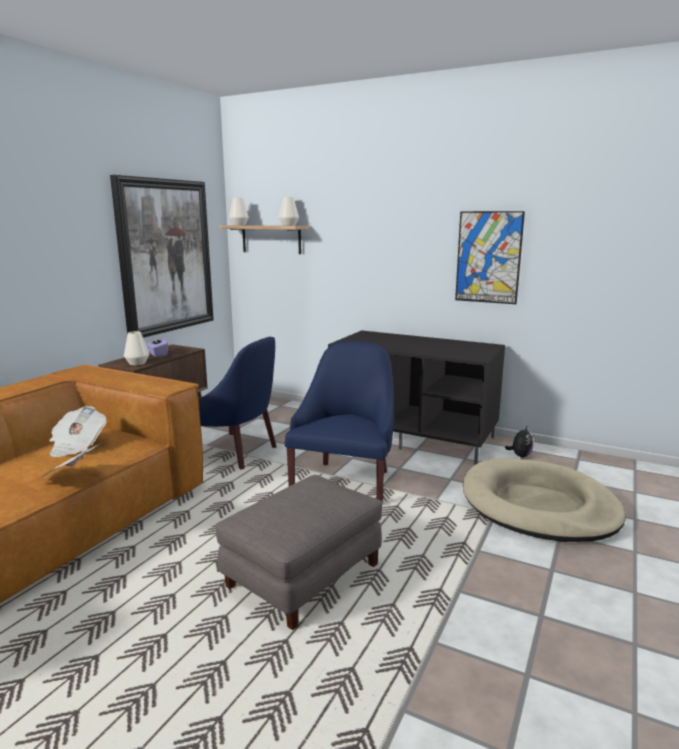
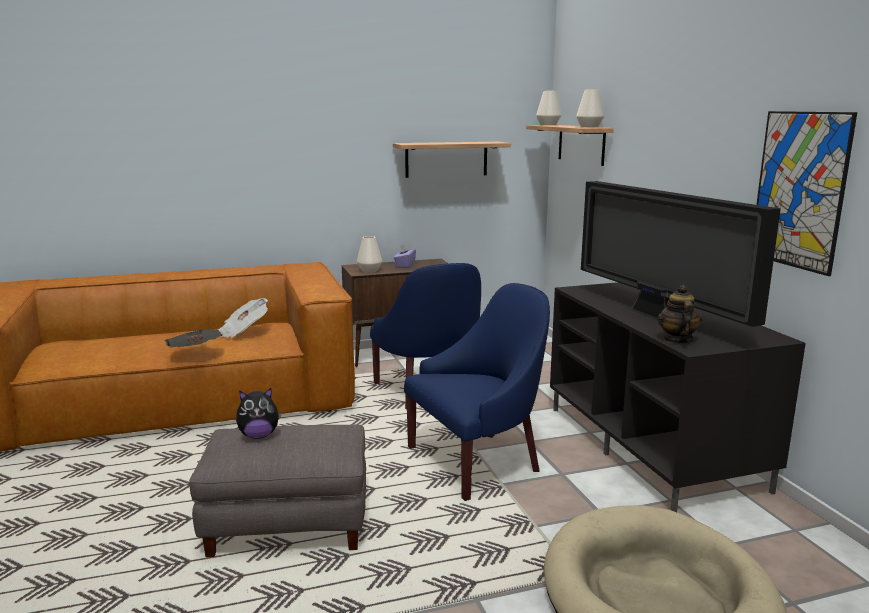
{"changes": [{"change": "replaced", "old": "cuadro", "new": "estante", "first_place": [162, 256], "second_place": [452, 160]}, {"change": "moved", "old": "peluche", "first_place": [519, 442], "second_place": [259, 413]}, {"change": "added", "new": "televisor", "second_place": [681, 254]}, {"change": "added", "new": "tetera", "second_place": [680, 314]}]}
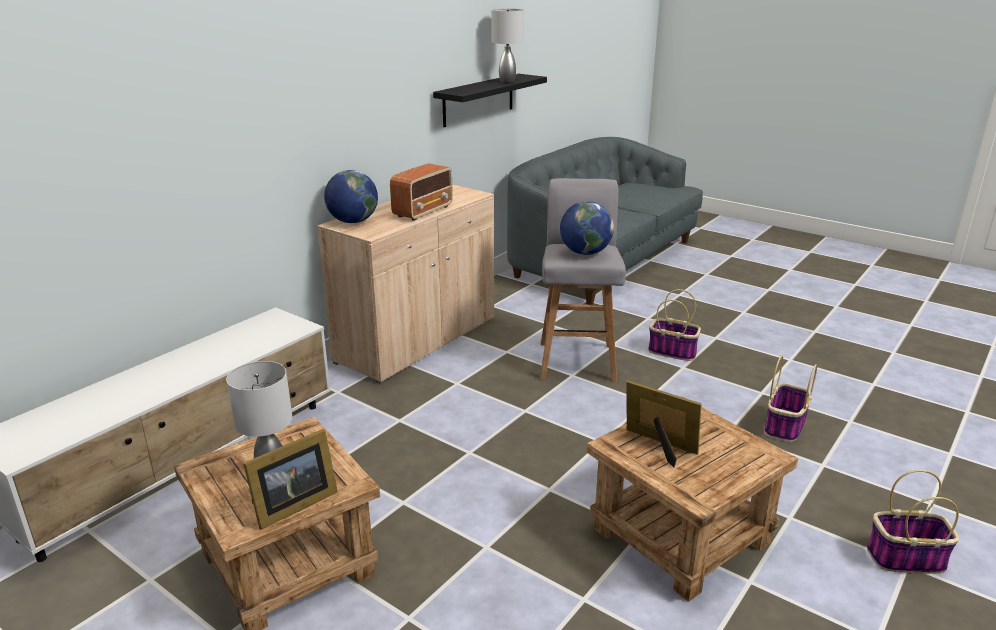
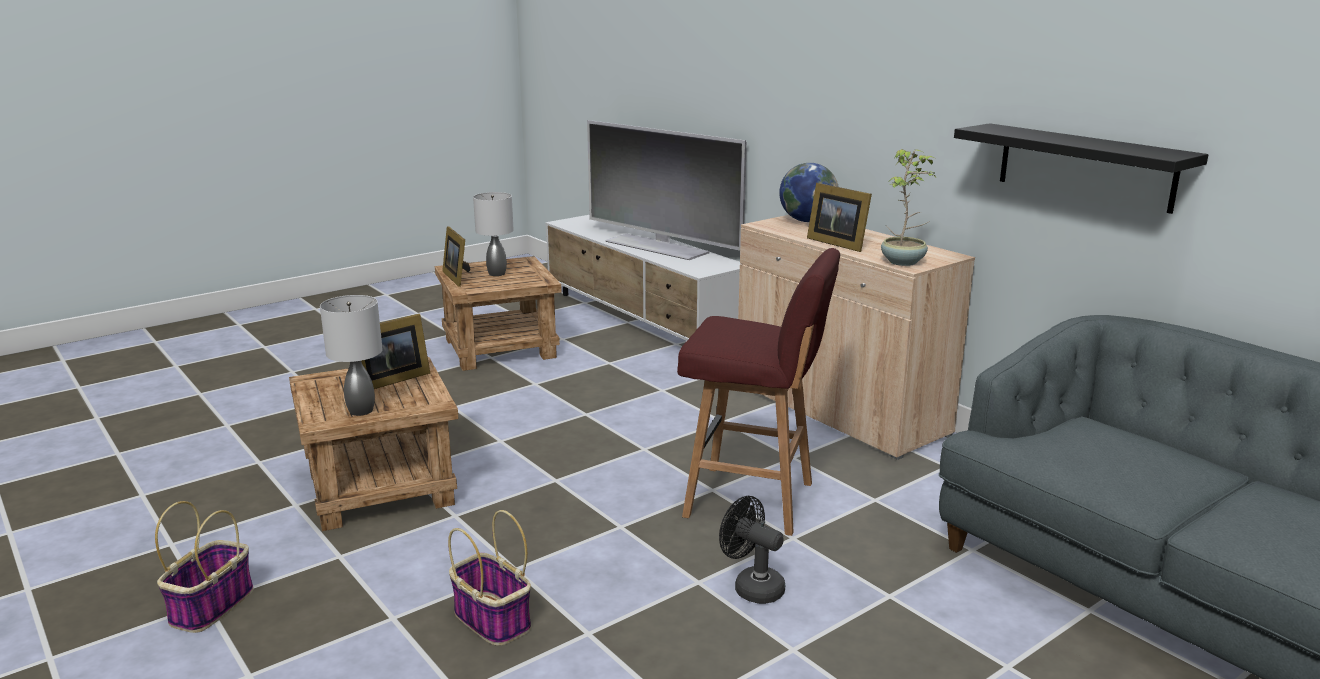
{"changes": [{"change": "moved", "old": "lámpara de mesa (gris)", "first_place": [507, 46], "second_place": [351, 355]}, {"change": "replaced", "old": "radio", "new": "portarretratos", "first_place": [421, 192], "second_place": [839, 217]}, {"change": "recoloured", "old": "taburete (gris)", "new": "taburete (rojo)", "first_place": [583, 279], "second_place": [758, 392]}, {"change": "removed", "old": "globo terráqueo", "first_place": [587, 228]}, {"change": "replaced", "old": "cesta", "new": "ventilador (negro)", "first_place": [674, 325], "second_place": [752, 550]}, {"change": "added", "new": "televisor", "second_place": [667, 190]}, {"change": "added", "new": "planta en maceta", "second_place": [909, 207]}]}
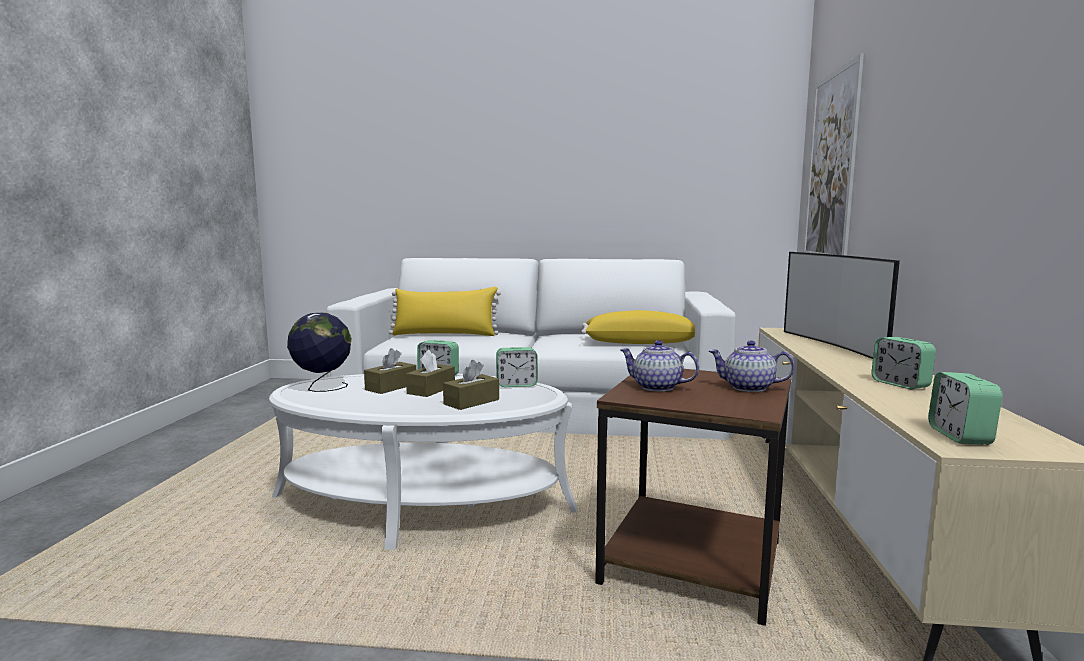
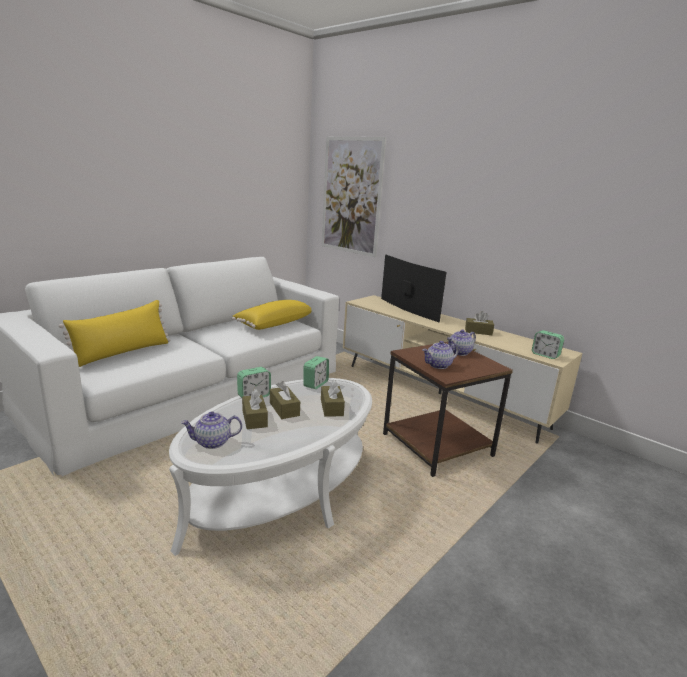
{"changes": [{"change": "turned", "old": "televisor", "first_place": [842, 305], "second_place": [414, 288], "degrees": -150}, {"change": "replaced", "old": "globo terráqueo", "new": "tetera", "first_place": [319, 352], "second_place": [211, 430]}, {"change": "replaced", "old": "despertador", "new": "caja de pañuelos (marrón)", "first_place": [903, 363], "second_place": [479, 323]}]}
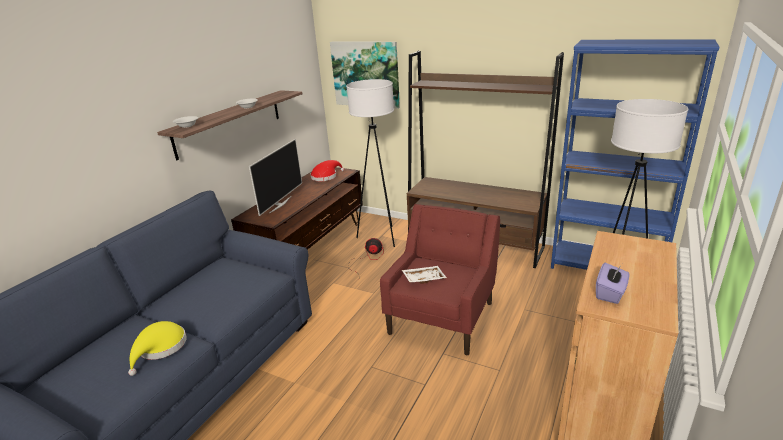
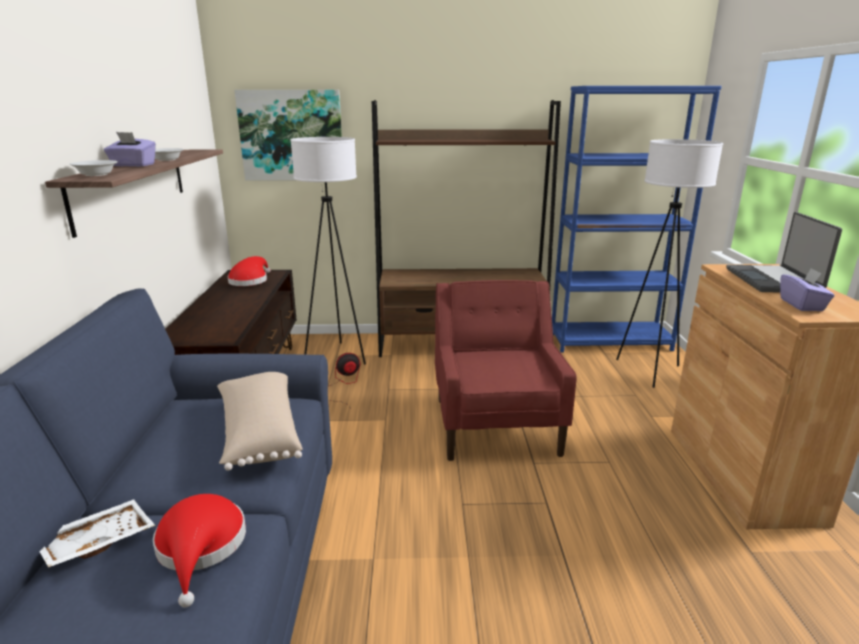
{"changes": [{"change": "removed", "old": "televisor", "first_place": [275, 177]}, {"change": "moved", "old": "bandeja (blanco)", "first_place": [424, 275], "second_place": [97, 534]}, {"change": "recoloured", "old": "sombrero (amarillo)", "new": "sombrero (rojo)", "first_place": [157, 348], "second_place": [199, 551]}, {"change": "added", "new": "caja de pañuelos (morado)", "second_place": [130, 149]}, {"change": "added", "new": "portátil", "second_place": [784, 252]}, {"change": "added", "new": "cojín (beis)", "second_place": [260, 421]}]}
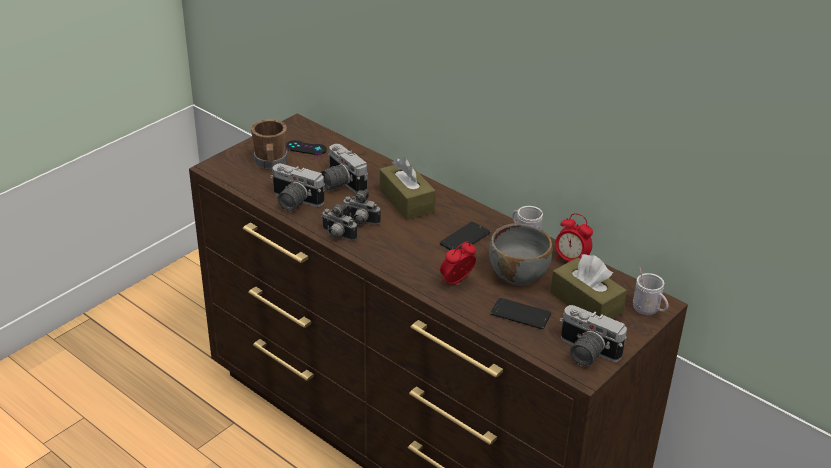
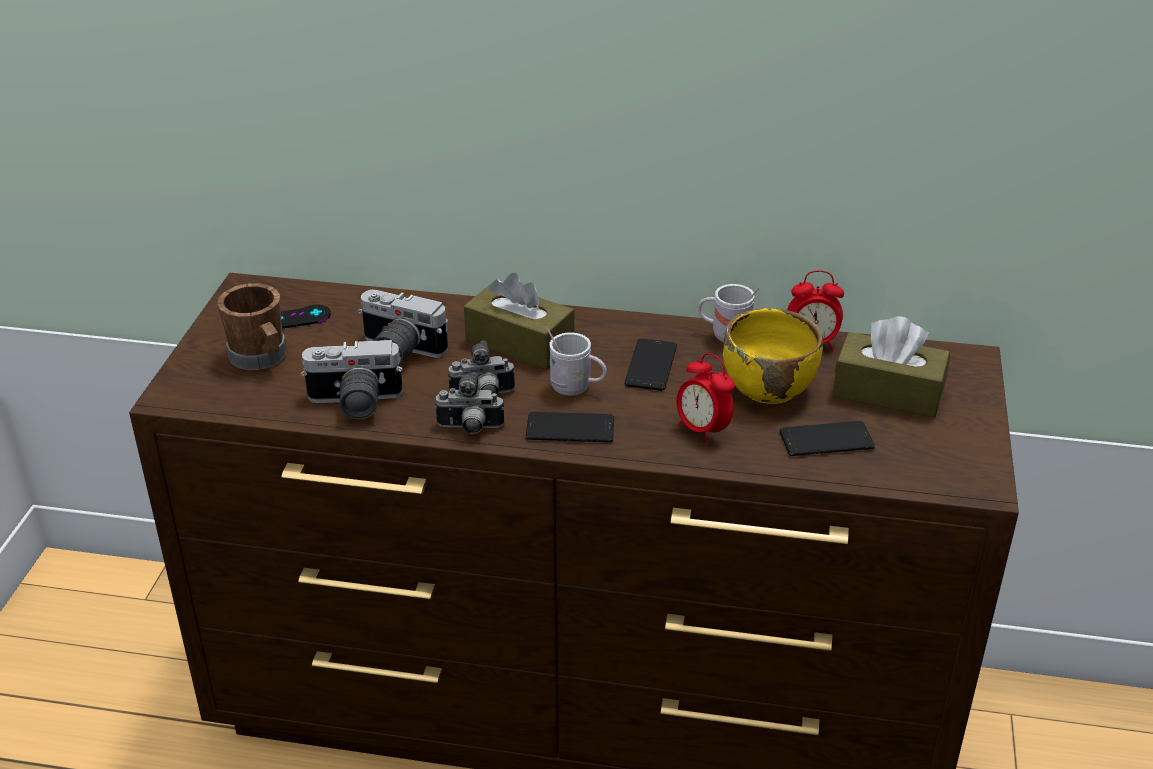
{"changes": [{"change": "recoloured", "old": "cuenco (gris)", "new": "cuenco (amarillo)", "first_place": [521, 254], "second_place": [773, 356]}, {"change": "turned", "old": "despertador", "first_place": [458, 263], "second_place": [705, 399], "degrees": -60}, {"change": "moved", "old": "taza grande (blanco)", "first_place": [651, 290], "second_place": [576, 361]}, {"change": "removed", "old": "cámara", "first_place": [593, 336]}, {"change": "added", "new": "móvil", "second_place": [570, 427]}]}
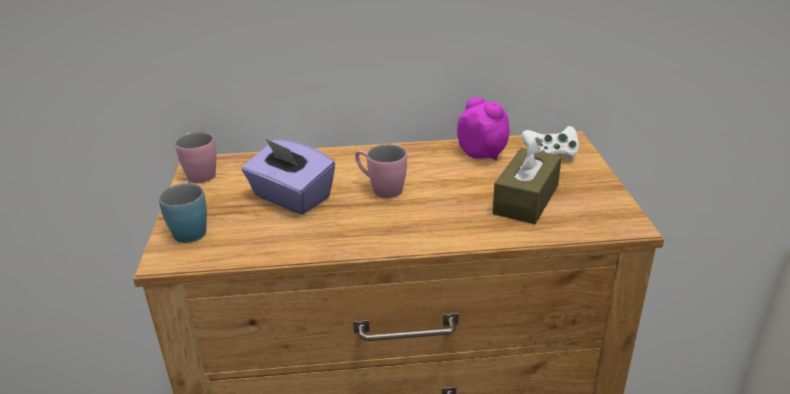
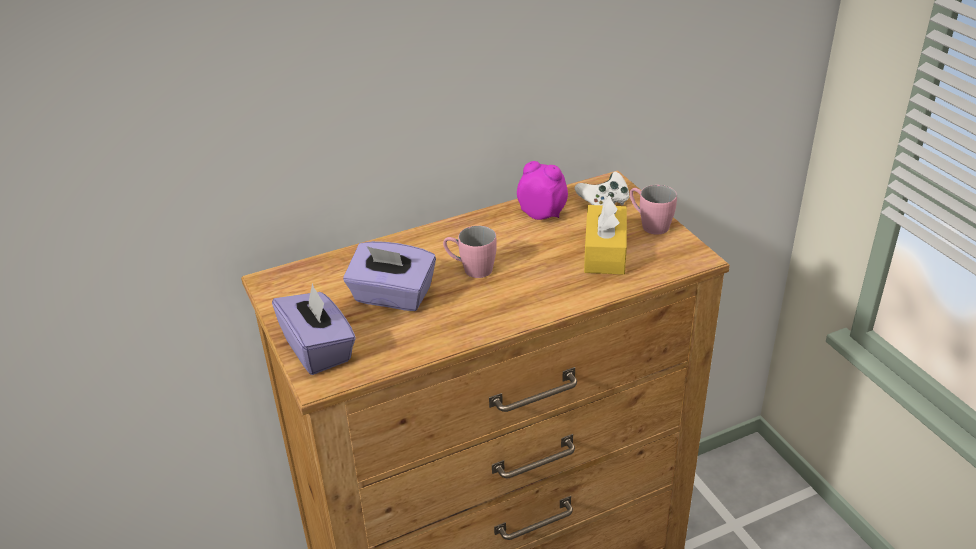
{"changes": [{"change": "moved", "old": "taza grande (rosa)", "first_place": [195, 157], "second_place": [653, 210]}, {"change": "recoloured", "old": "caja de pañuelos (marrón)", "new": "caja de pañuelos (amarillo)", "first_place": [527, 180], "second_place": [605, 235]}, {"change": "replaced", "old": "taza grande (azul)", "new": "caja de pañuelos (morado)", "first_place": [183, 212], "second_place": [314, 329]}]}
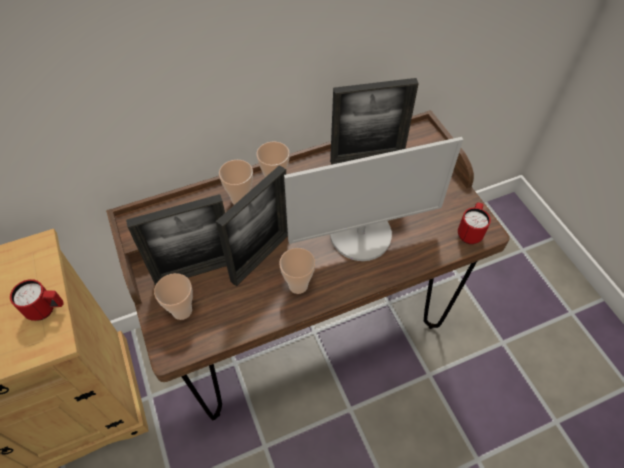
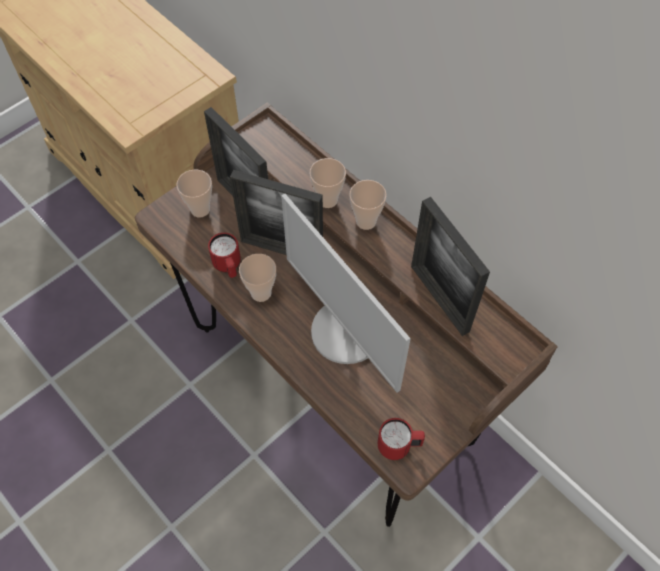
{"changes": [{"change": "moved", "old": "taza grande (rojo)", "first_place": [37, 300], "second_place": [224, 255]}]}
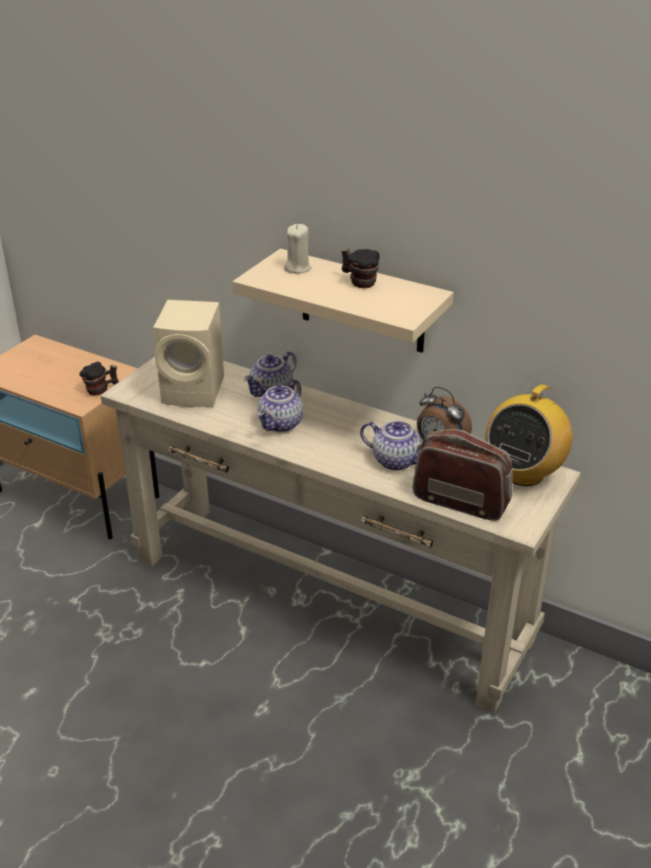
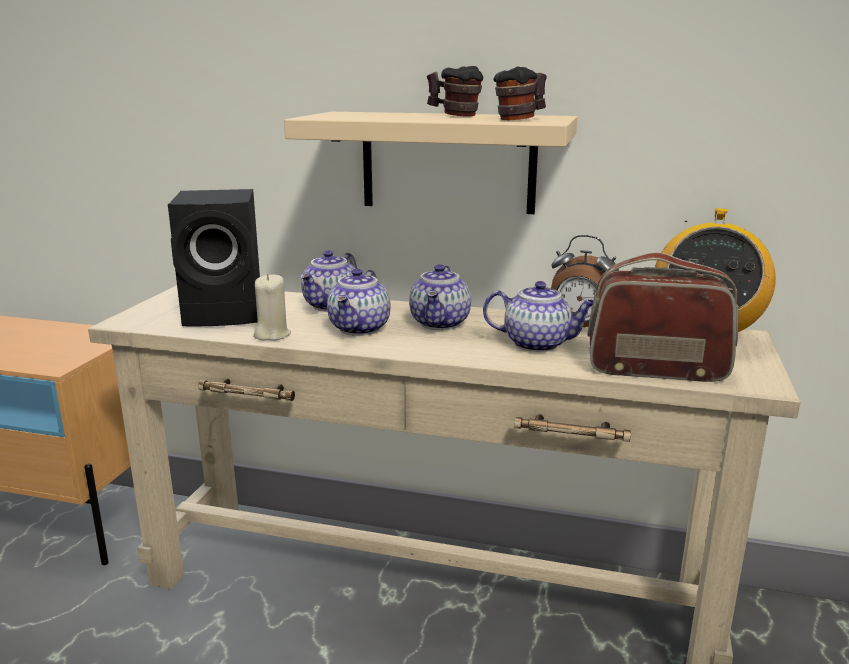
{"changes": [{"change": "moved", "old": "vela (beis)", "first_place": [297, 249], "second_place": [272, 307]}, {"change": "recoloured", "old": "altavoz (beis)", "new": "altavoz (negro)", "first_place": [188, 353], "second_place": [214, 257]}, {"change": "moved", "old": "taza grande", "first_place": [99, 379], "second_place": [520, 93]}, {"change": "added", "new": "tetera", "second_place": [440, 297]}]}
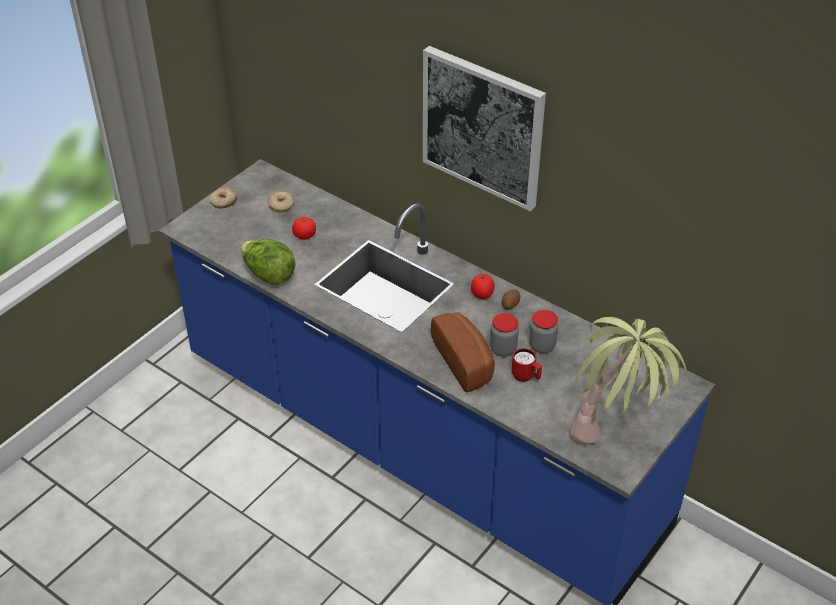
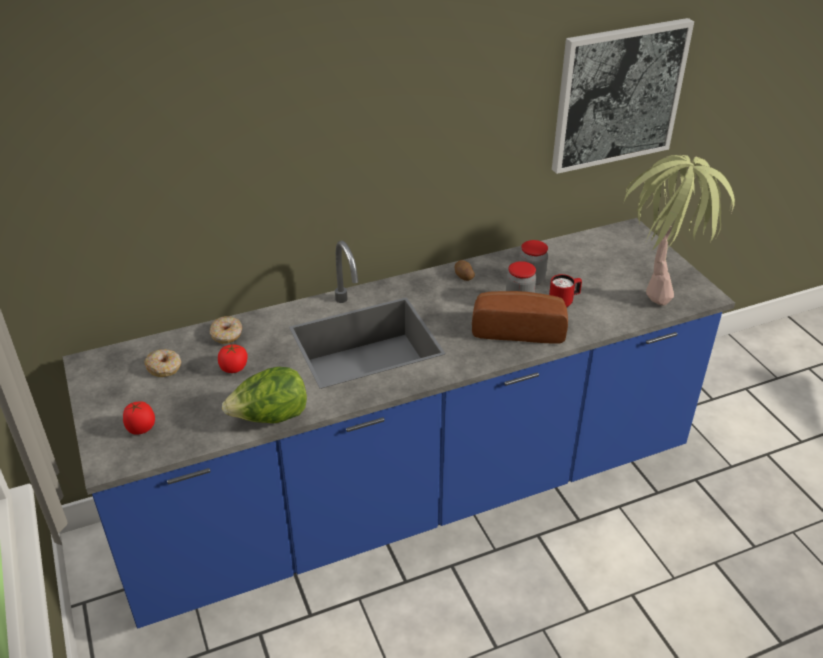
{"changes": [{"change": "moved", "old": "cuadro", "first_place": [484, 128], "second_place": [623, 96]}, {"change": "moved", "old": "rosquilla", "first_place": [223, 198], "second_place": [226, 330]}, {"change": "moved", "old": "tomate", "first_place": [483, 286], "second_place": [139, 418]}]}
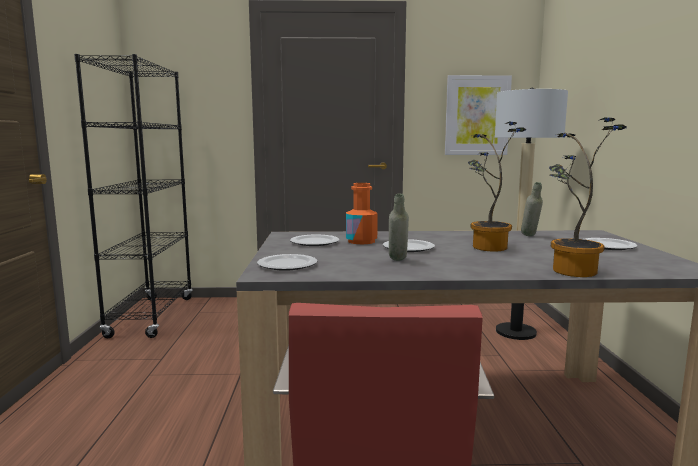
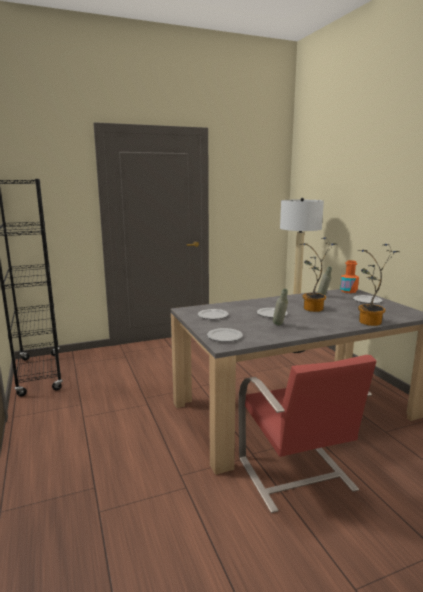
{"changes": [{"change": "removed", "old": "cuadro", "first_place": [478, 115]}, {"change": "moved", "old": "botella (naranja)", "first_place": [362, 214], "second_place": [349, 276]}]}
